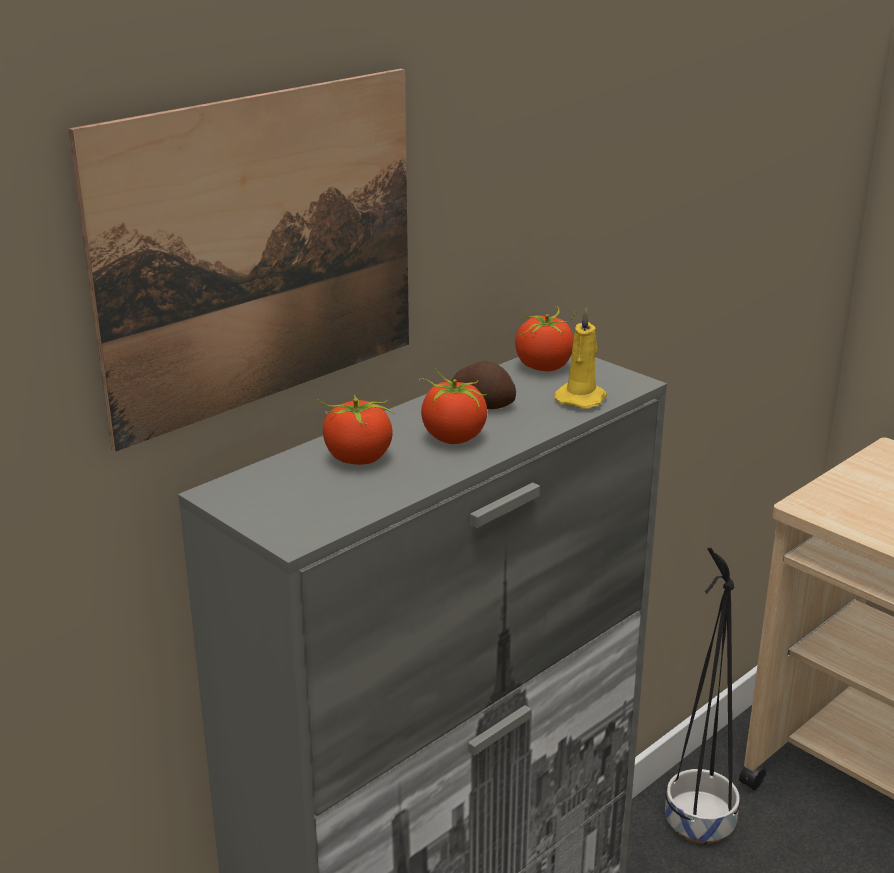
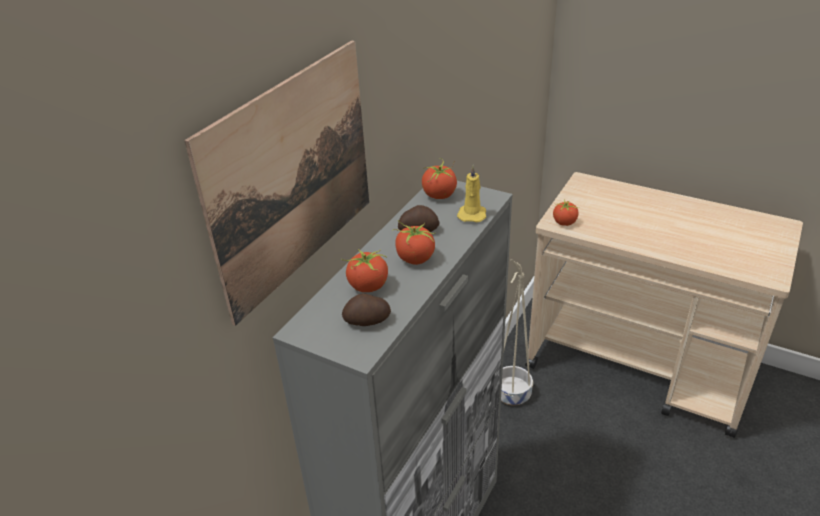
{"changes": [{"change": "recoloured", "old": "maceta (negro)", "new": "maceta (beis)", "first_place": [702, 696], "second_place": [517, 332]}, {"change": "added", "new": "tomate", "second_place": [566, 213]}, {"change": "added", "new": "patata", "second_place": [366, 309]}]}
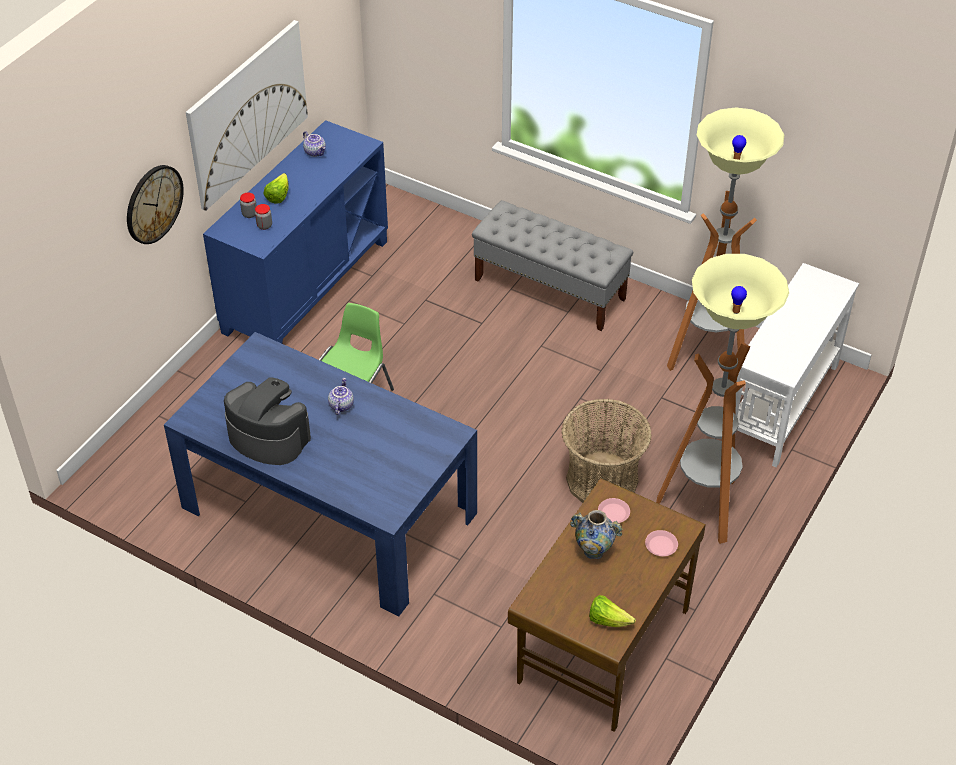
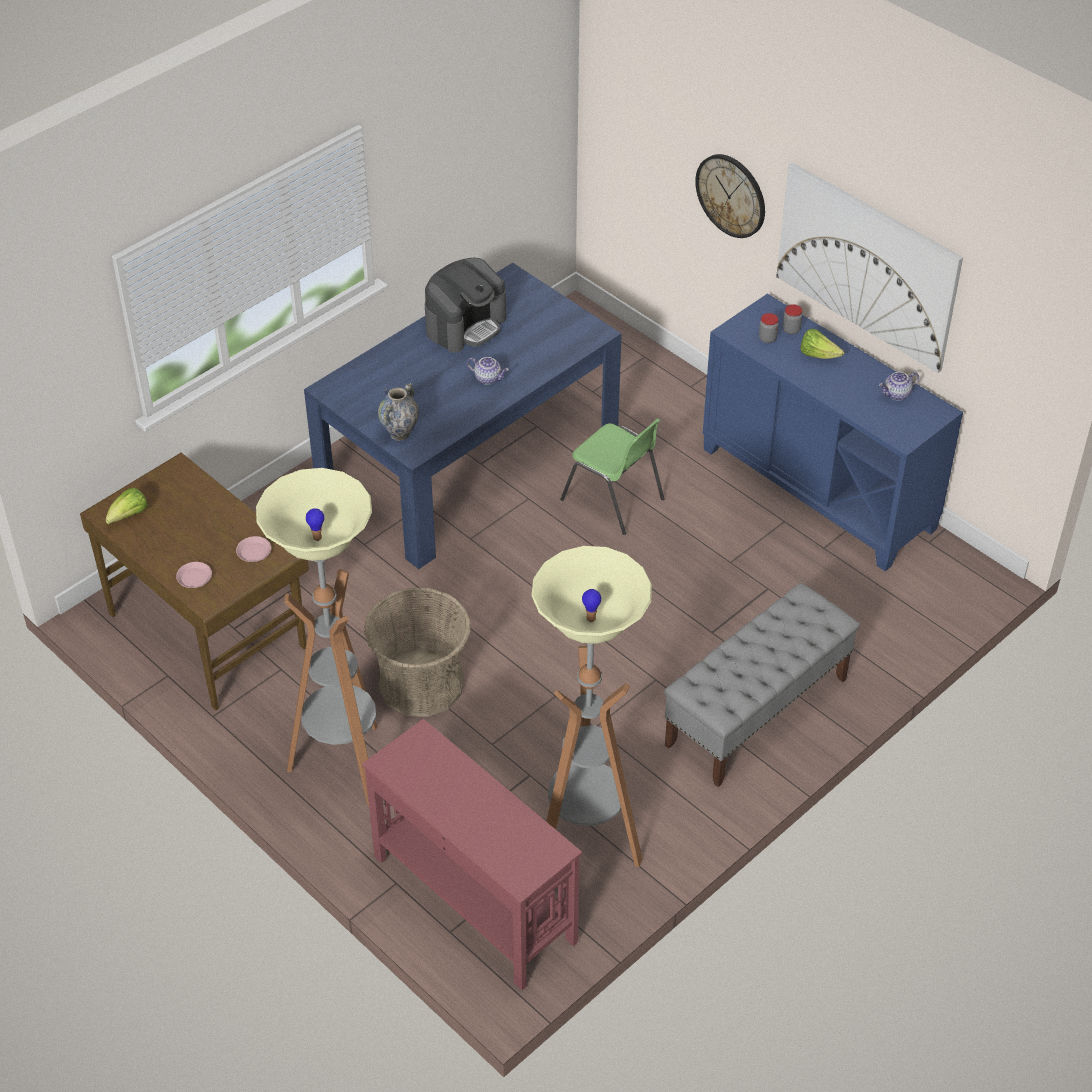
{"changes": [{"change": "recoloured", "old": "mesa consola (blanco)", "new": "mesa consola (rojo)", "first_place": [797, 365], "second_place": [472, 854]}, {"change": "moved", "old": "florero", "first_place": [596, 534], "second_place": [398, 412]}]}
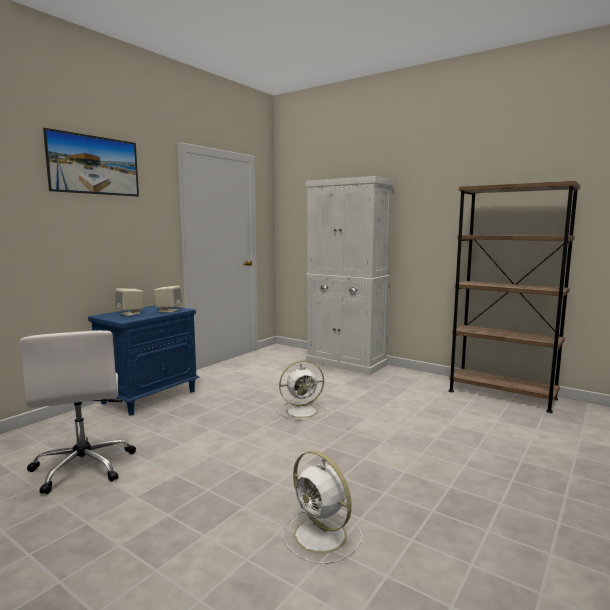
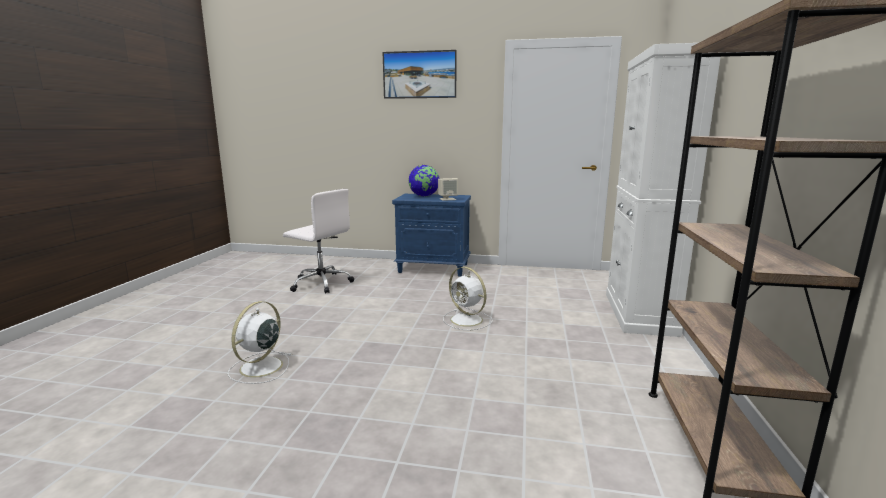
{"changes": [{"change": "replaced", "old": "altavoz (beis)", "new": "globo terráqueo", "first_place": [129, 302], "second_place": [423, 180]}, {"change": "turned", "old": "silla de oficina (blanco)", "first_place": [77, 412], "second_place": [318, 241], "degrees": -105}]}
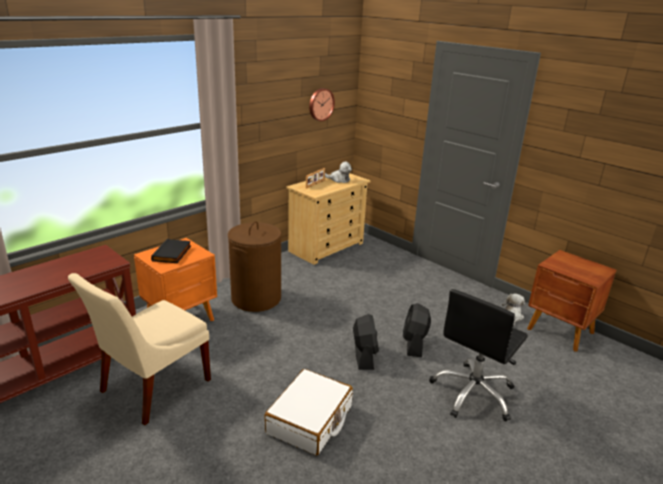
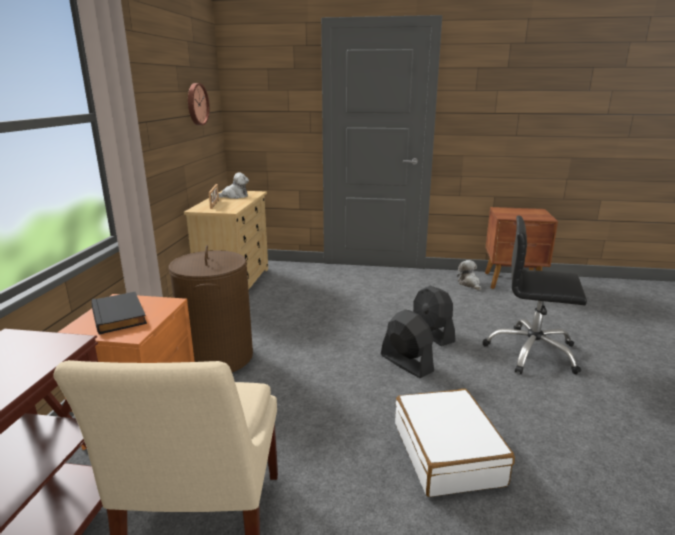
{"changes": [{"change": "turned", "old": "silla de oficina (negro)", "first_place": [478, 355], "second_place": [535, 294], "degrees": 105}]}
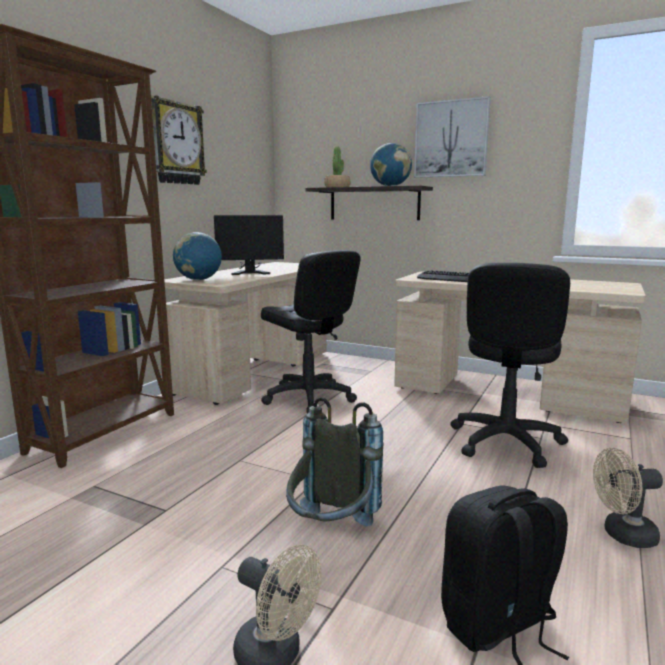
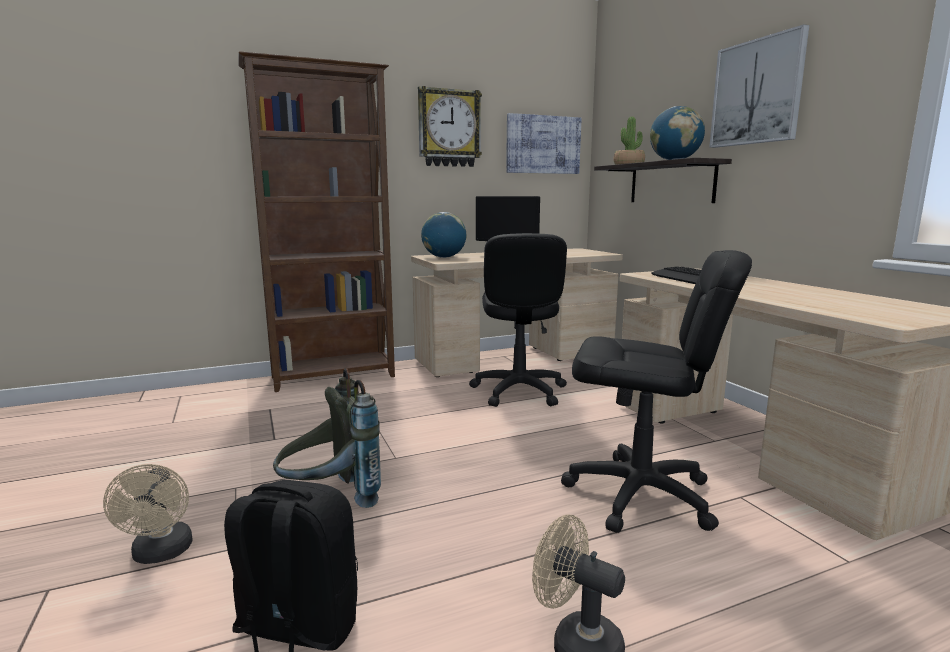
{"changes": [{"change": "turned", "old": "silla de oficina (negro)", "first_place": [510, 365], "second_place": [656, 391], "degrees": -135}, {"change": "added", "new": "cuadro", "second_place": [544, 143]}]}
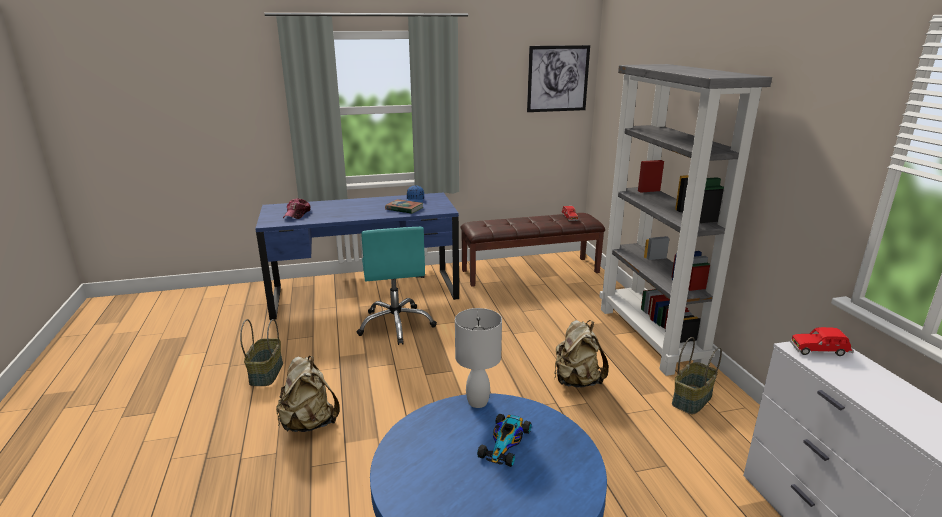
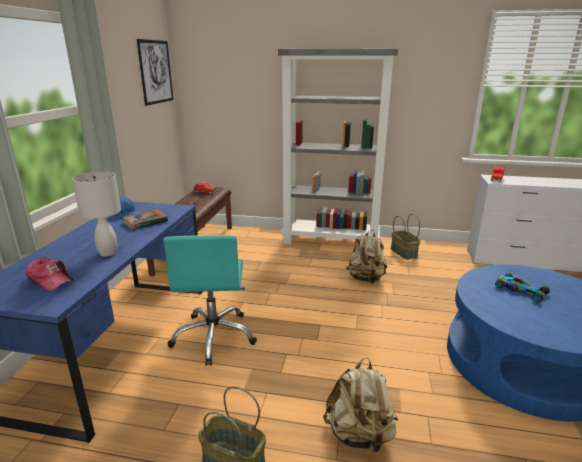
{"changes": [{"change": "turned", "old": "silla de oficina (turquesa)", "first_place": [397, 286], "second_place": [210, 300], "degrees": 75}, {"change": "moved", "old": "lámpara de mesa (blanco)", "first_place": [478, 358], "second_place": [96, 214]}]}
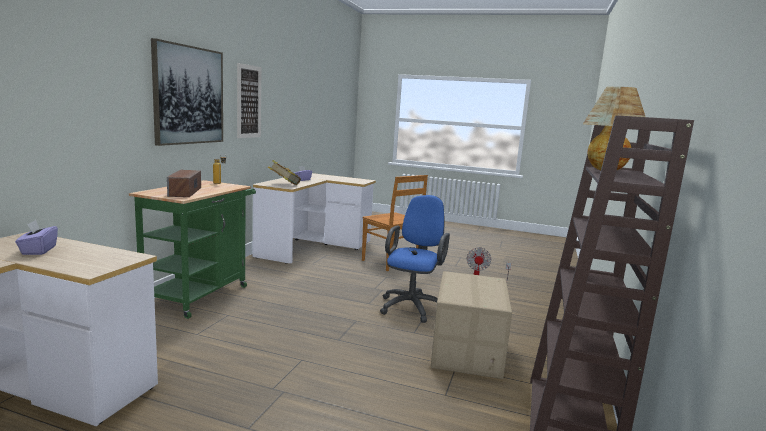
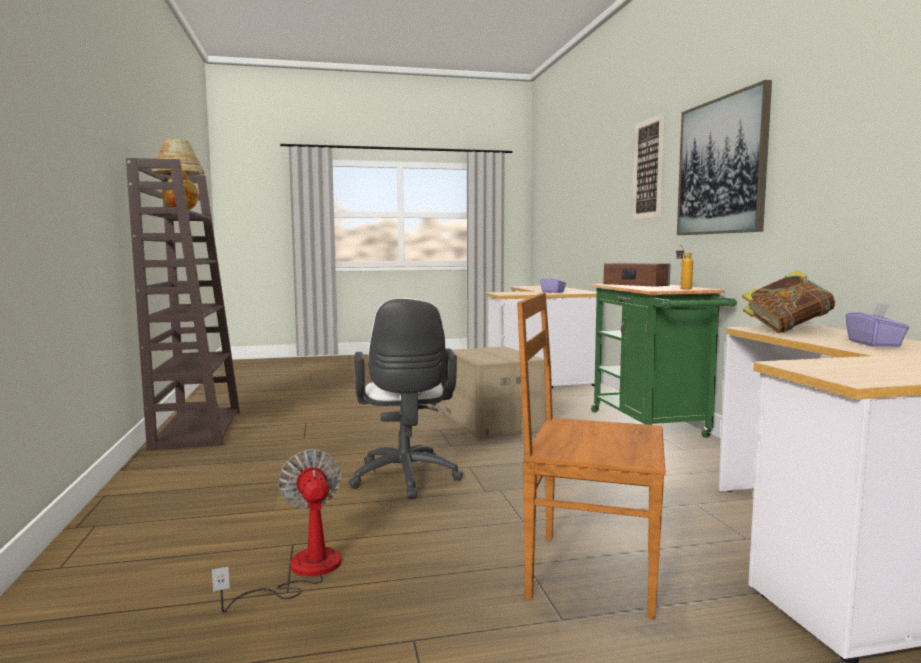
{"changes": [{"change": "moved", "old": "cuadro", "first_place": [249, 100], "second_place": [648, 166]}, {"change": "recoloured", "old": "silla de oficina (azul)", "new": "silla de oficina (blanco)", "first_place": [415, 259], "second_place": [406, 398]}, {"change": "moved", "old": "caja de cartón", "first_place": [471, 325], "second_place": [495, 392]}]}
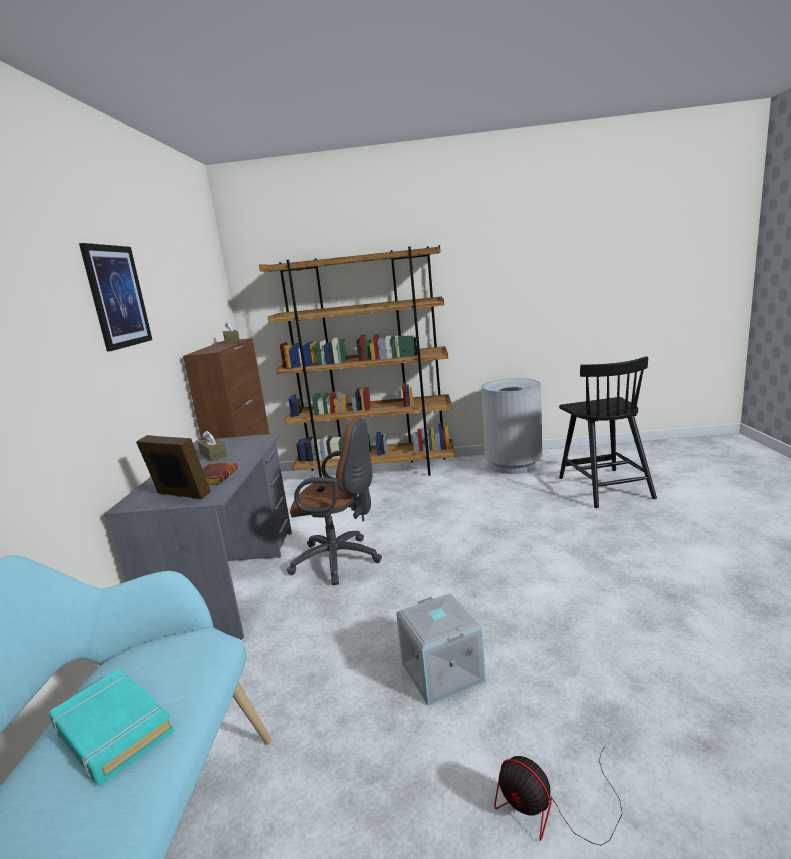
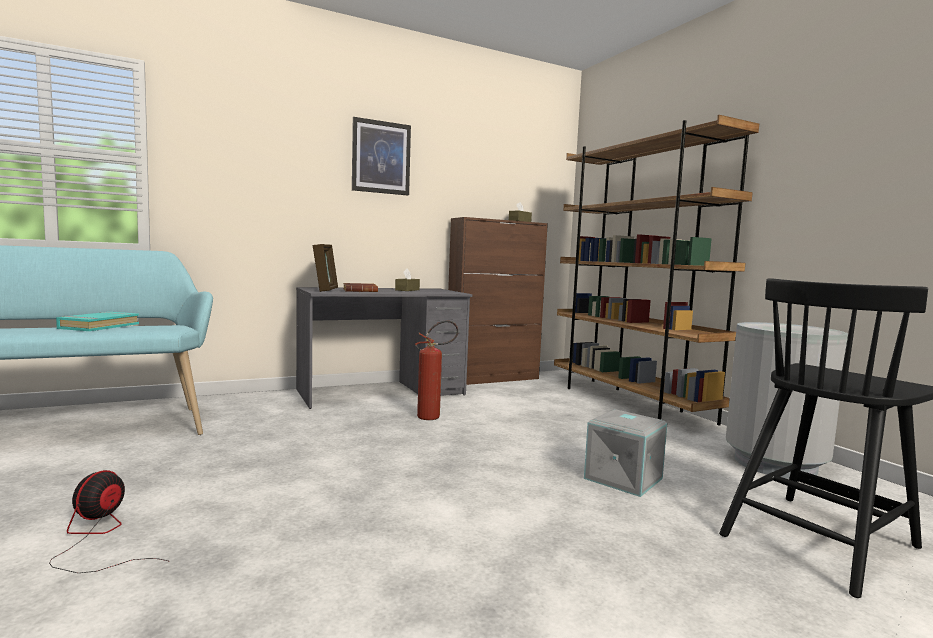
{"changes": [{"change": "replaced", "old": "silla de oficina (marrón)", "new": "extintor", "first_place": [334, 501], "second_place": [437, 370]}, {"change": "moved", "old": "caja de almacenaje (gris)", "first_place": [441, 649], "second_place": [625, 453]}]}
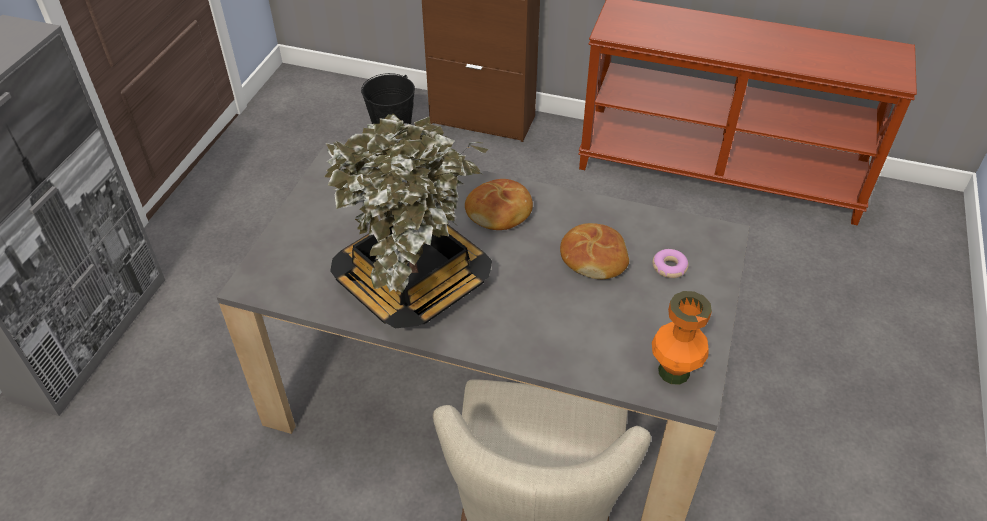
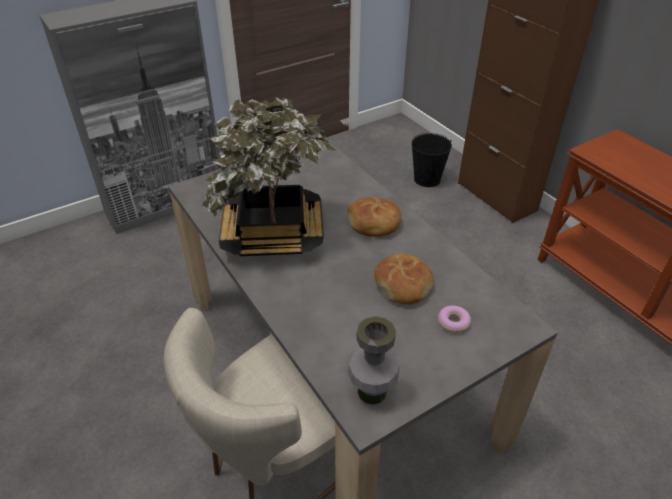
{"changes": [{"change": "recoloured", "old": "florero (naranja)", "new": "florero (gris)", "first_place": [682, 338], "second_place": [373, 360]}]}
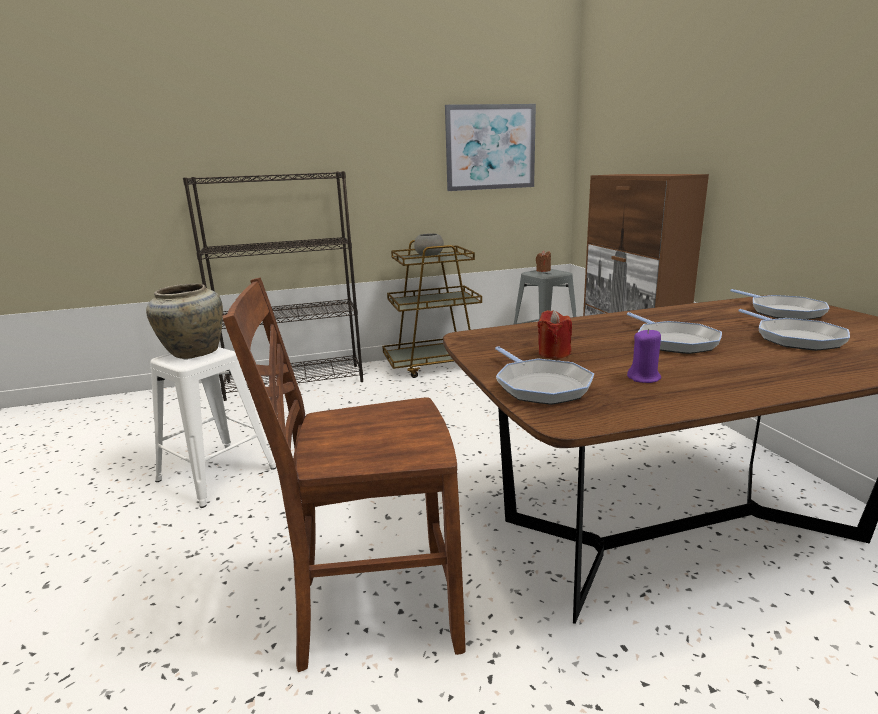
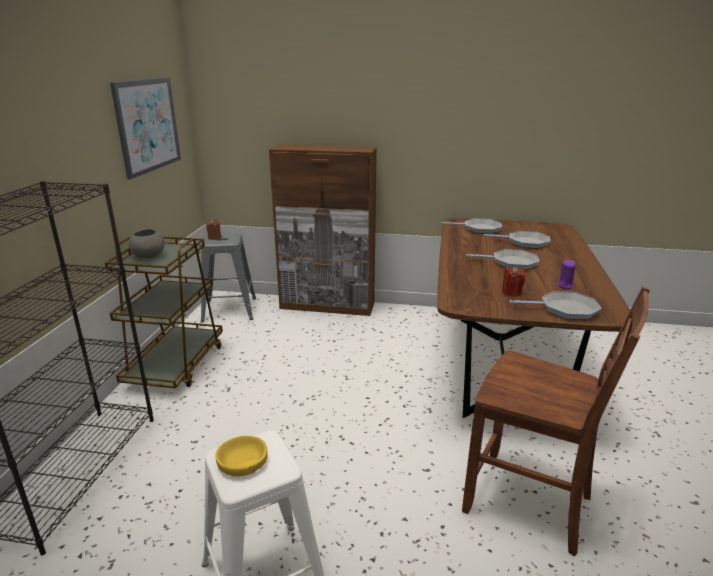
{"changes": [{"change": "turned", "old": "silla (marrón)", "first_place": [343, 475], "second_place": [556, 421], "degrees": -75}, {"change": "replaced", "old": "florero (beis)", "new": "cuenco (amarillo)", "first_place": [184, 321], "second_place": [241, 456]}]}
